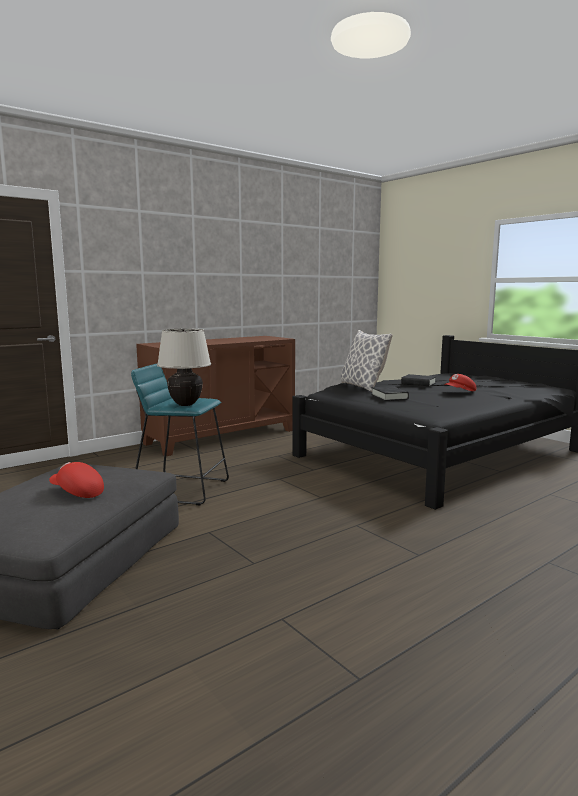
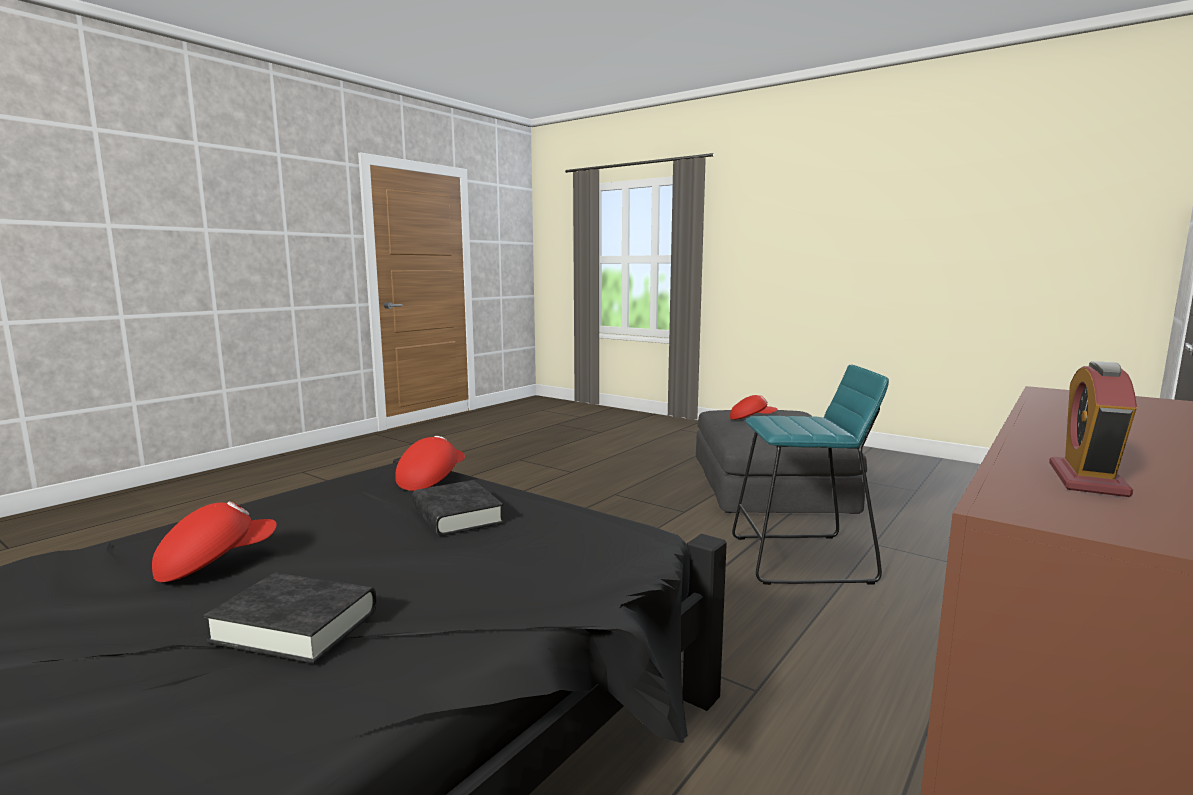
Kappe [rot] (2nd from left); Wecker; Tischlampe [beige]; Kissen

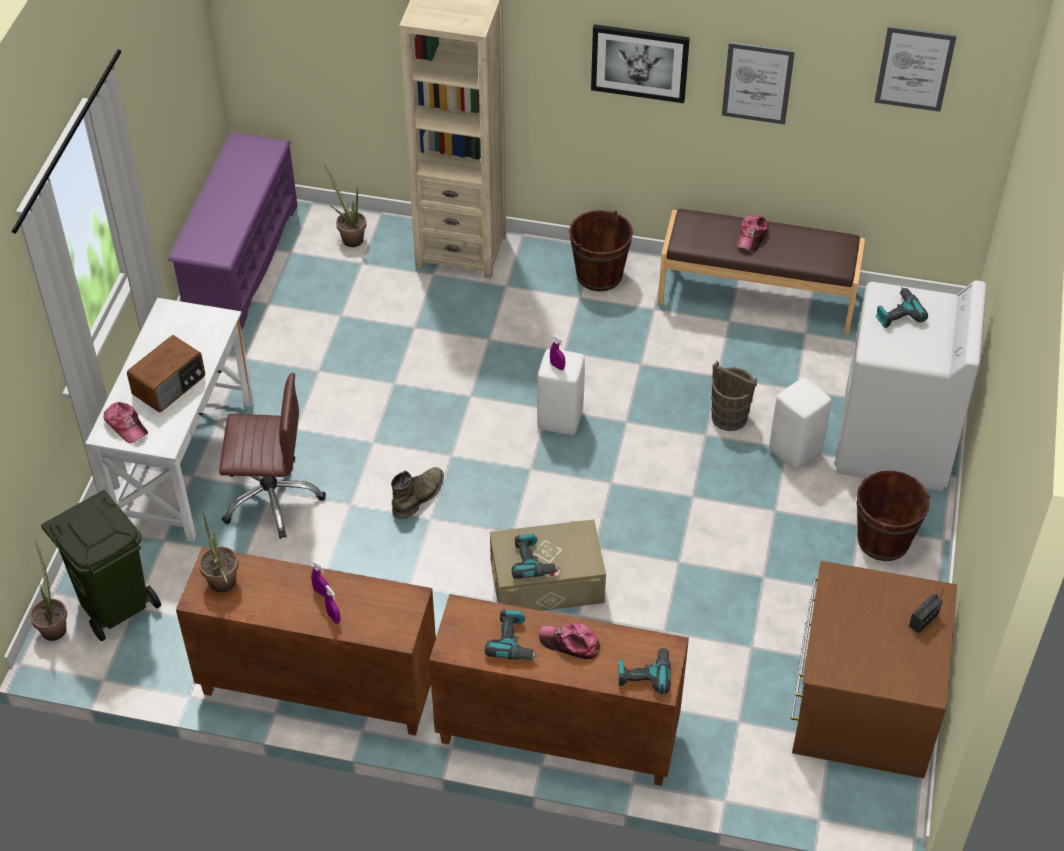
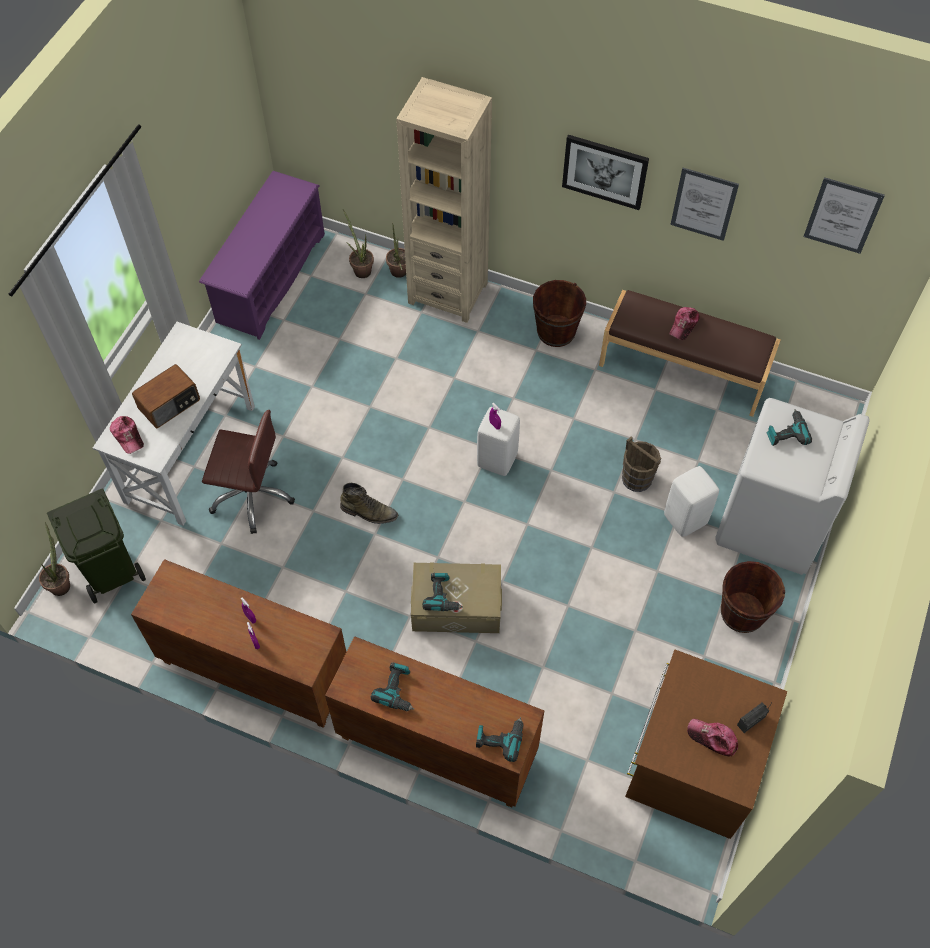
Stiefel [grün]; Topfpflanze (3rd from left); Kappe (3rd from left)

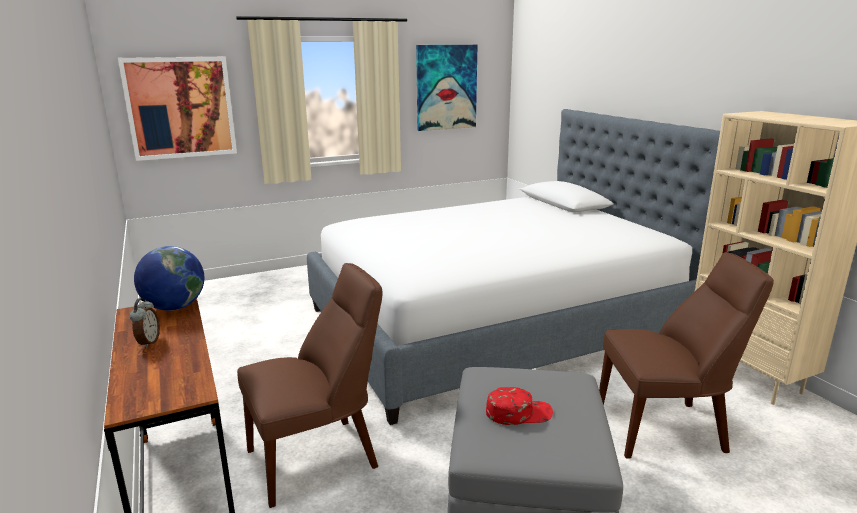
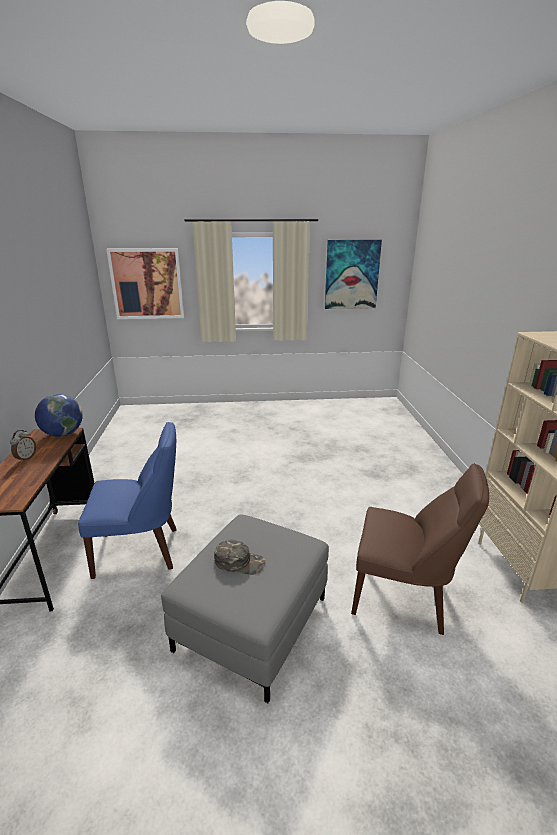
Stuhl [blau]; Kappe [grün]; Bett

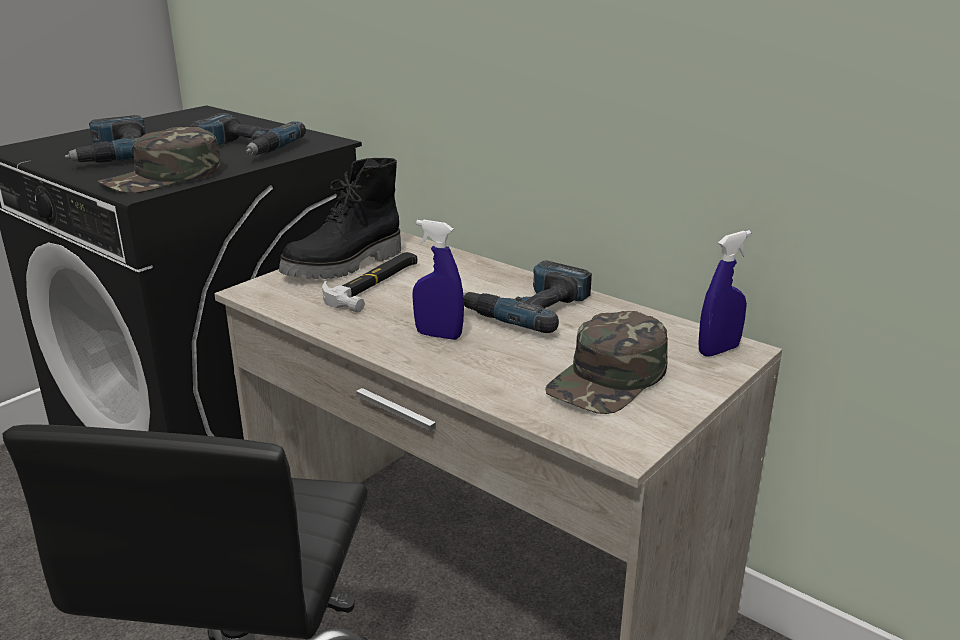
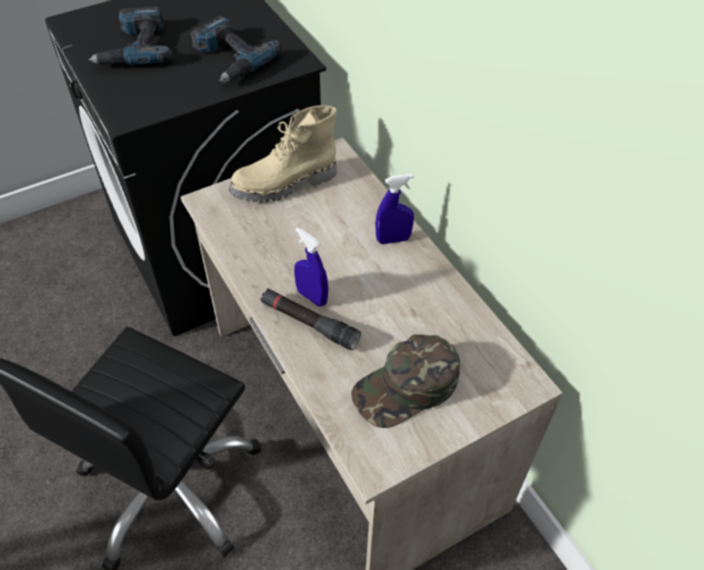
Stiefel [beige]; Taschenlampe [schwarz]; Sprühflasche [blau] (2nd from left); Kappe [grün] (1st from left in the first image); Hammer; Bohrmaschine (3rd from left in the first image)

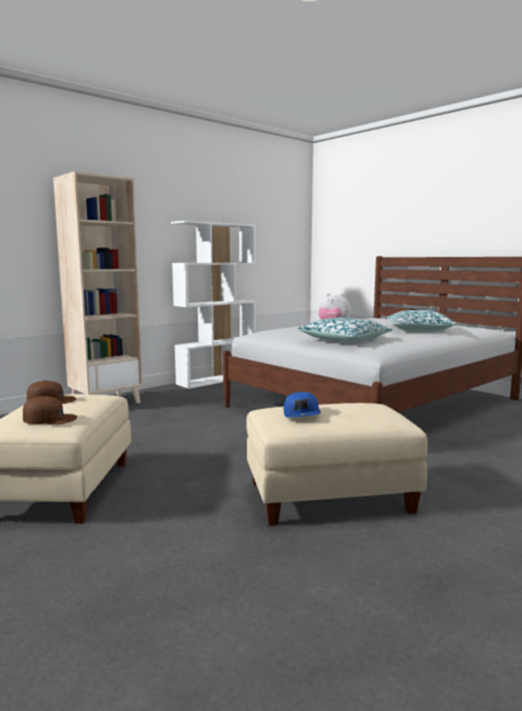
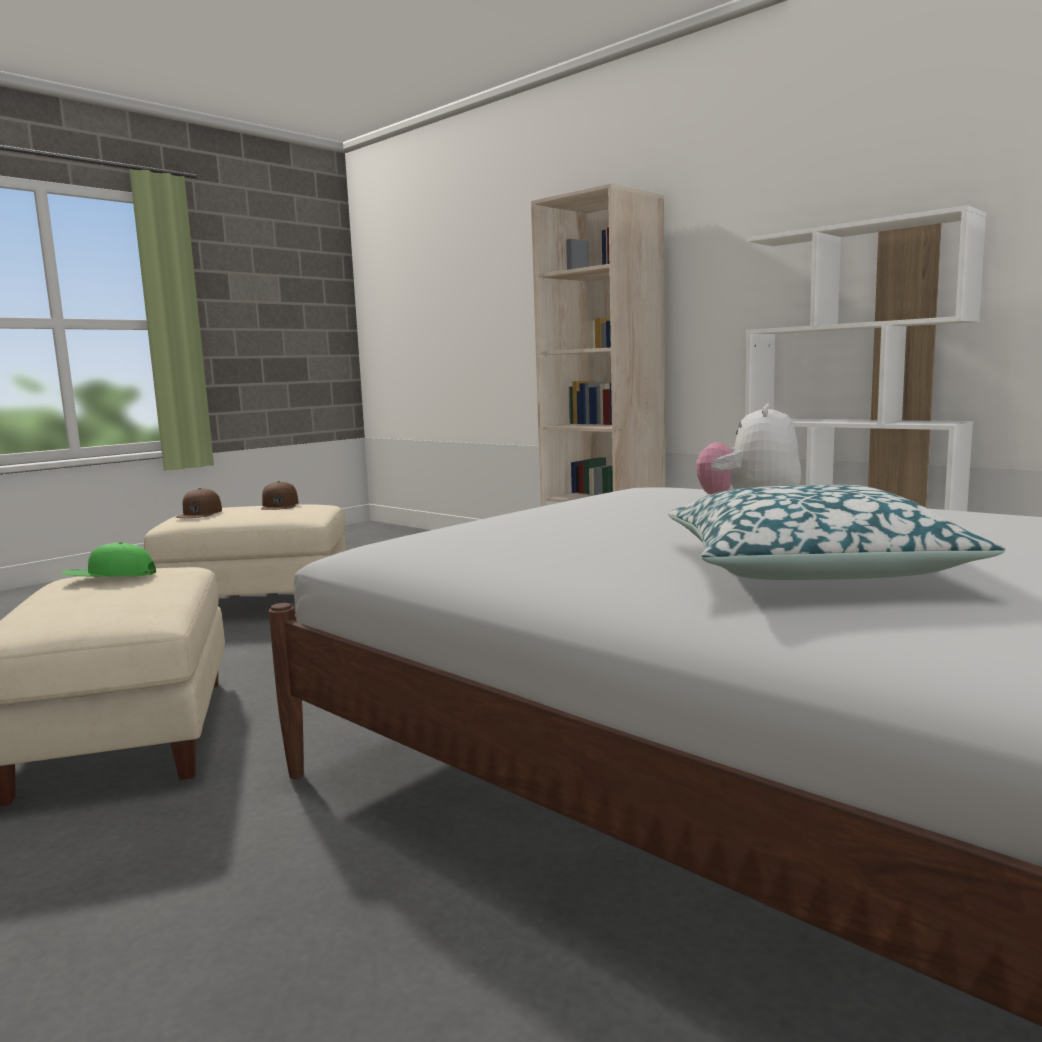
Kappe [grün]; Kissen (1st from left in the first image)

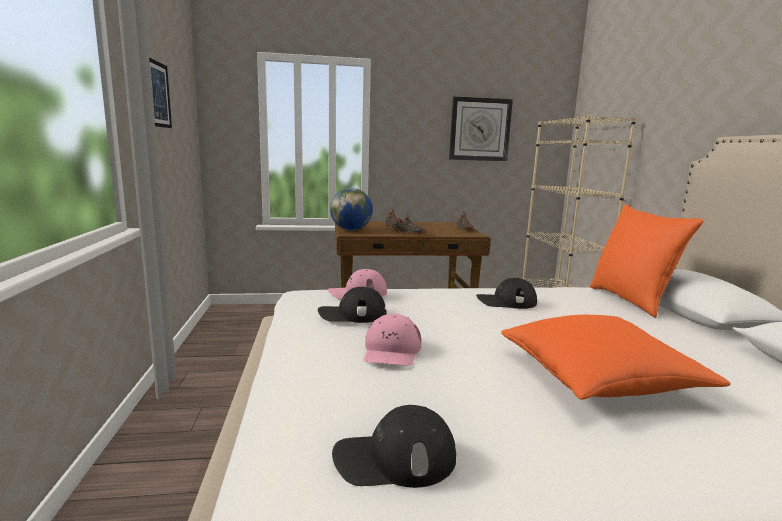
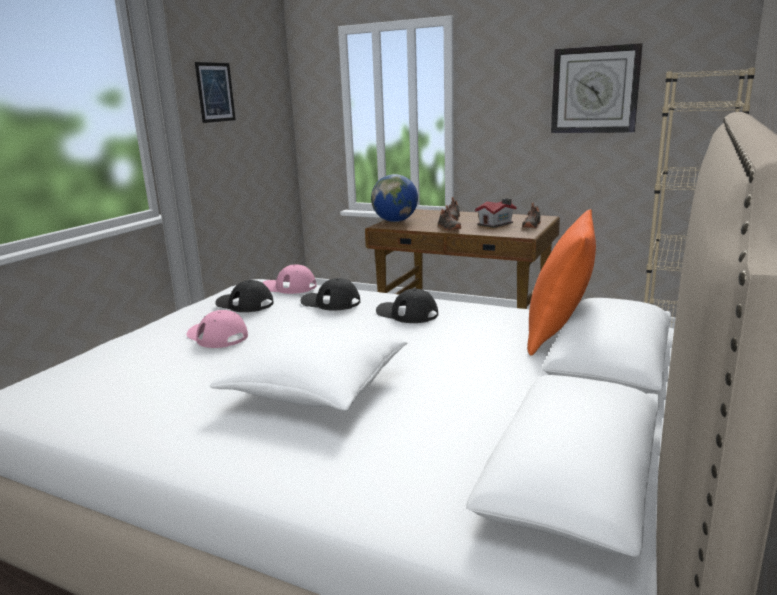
Kappe [rosa] (1st from left); Kissen [weiß]; Kappe [schwarz] (2nd from left); Spielzeughaus

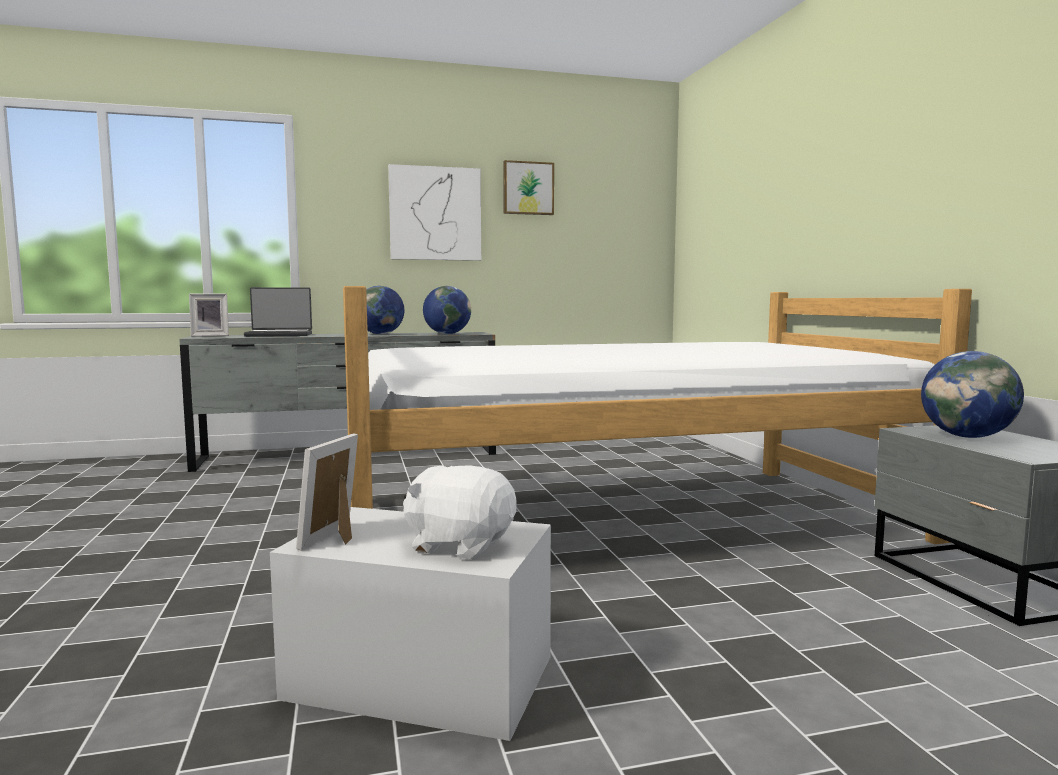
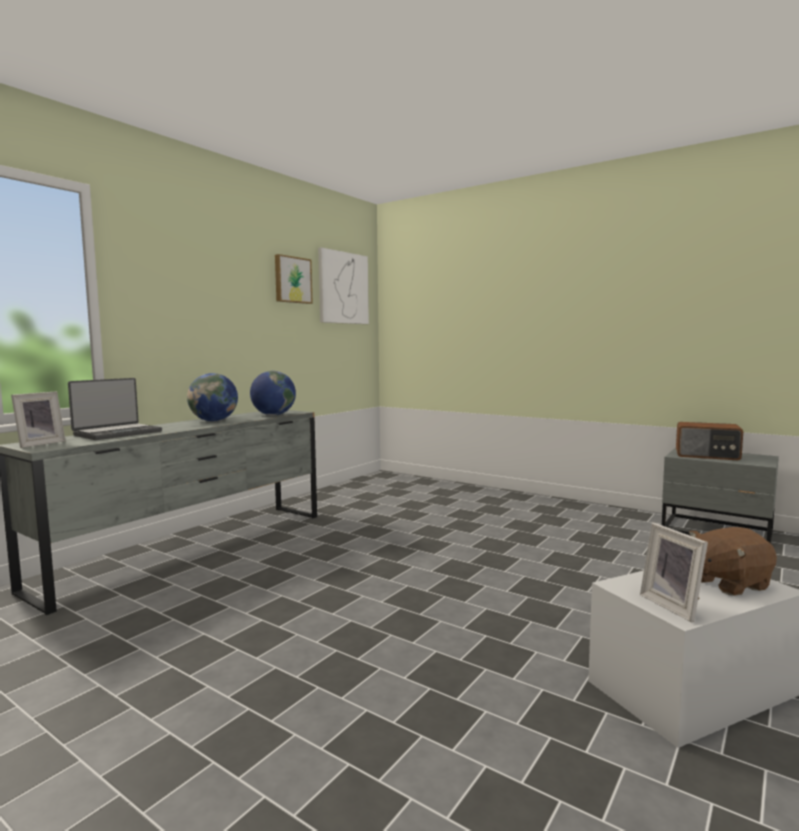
Bild (2nd from left); Radio; Plüschtier [braun]; Bett

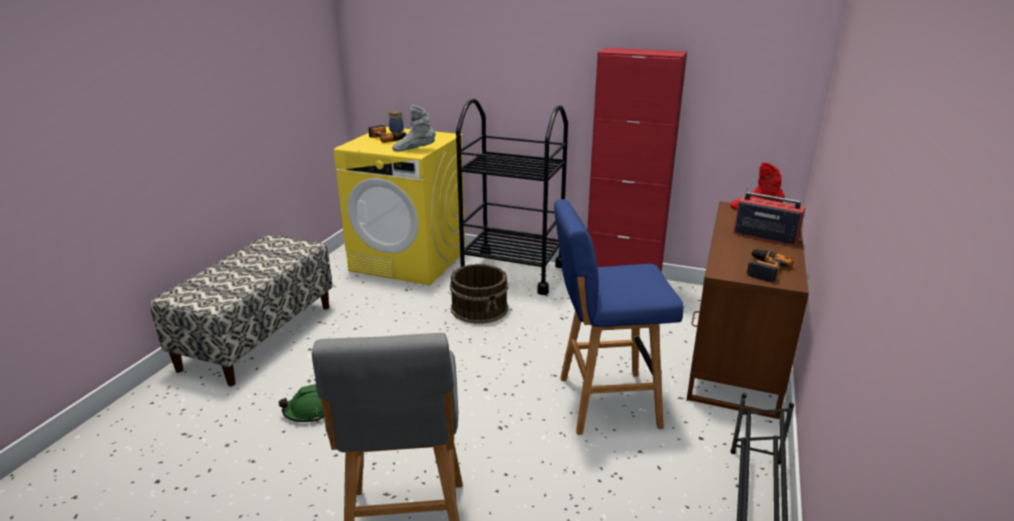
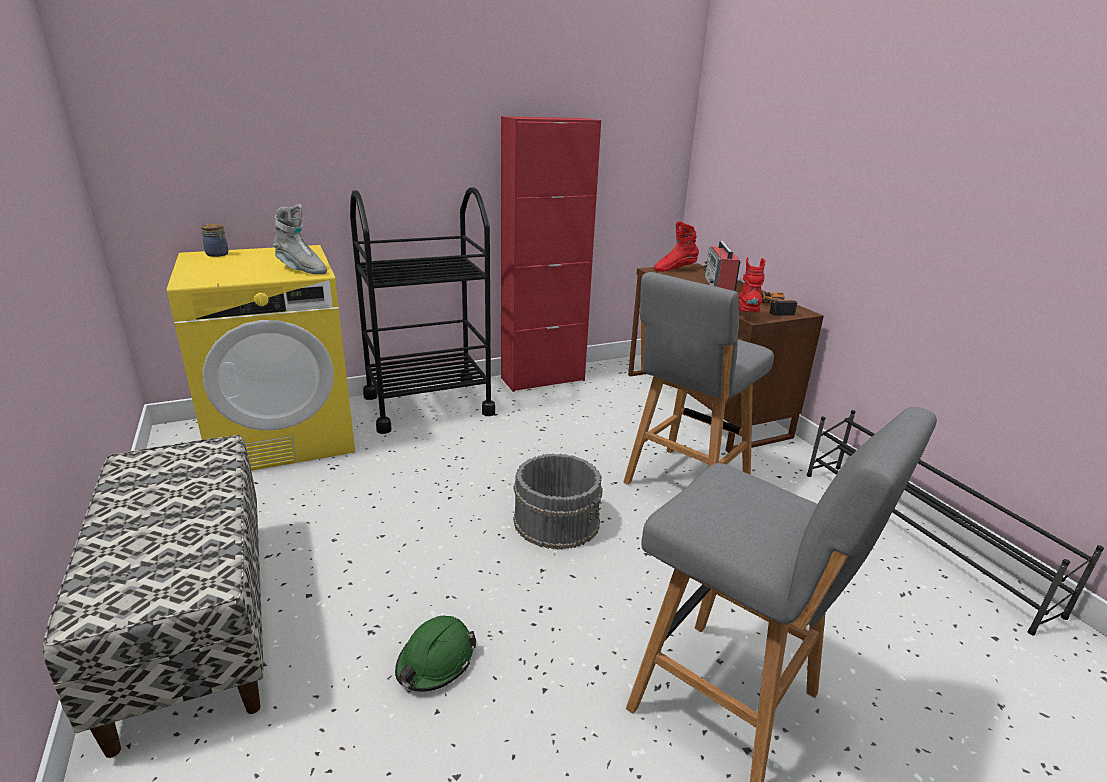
Stiefel [grau]; Eimer [grau]; Hocker [grau] (1st from left); Radio; Stiefel [rot] (2nd from left); Bohrmaschine (1st from left in the first image); Eimer [braun]

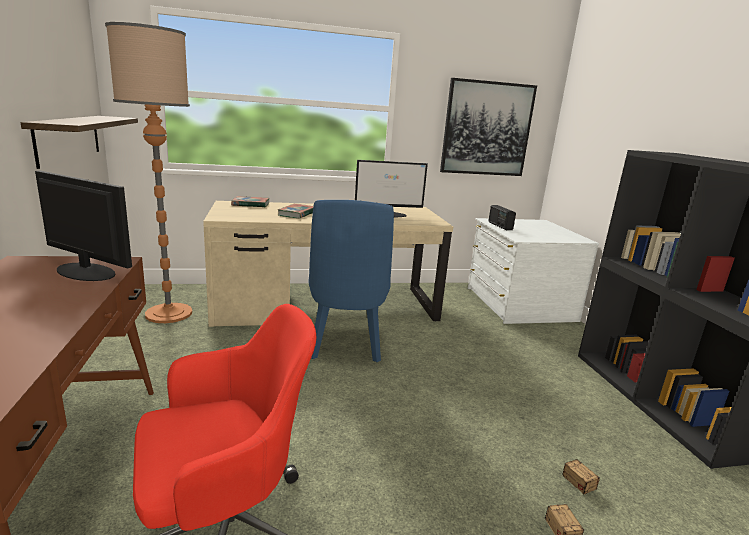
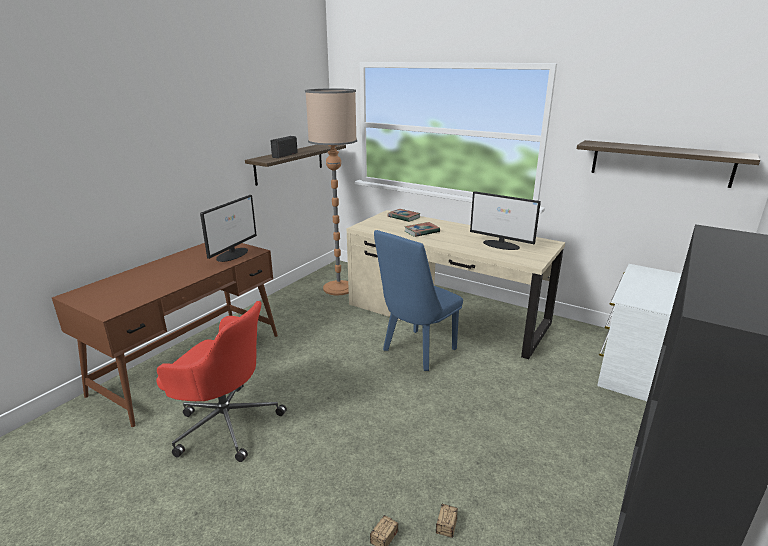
Monitor (1st from left); Radio; Wandregal (2nd from left)

